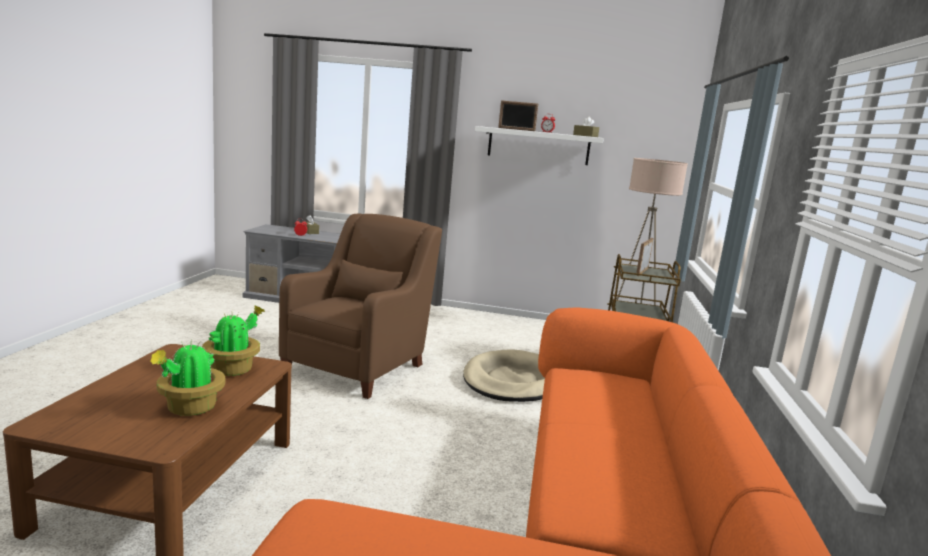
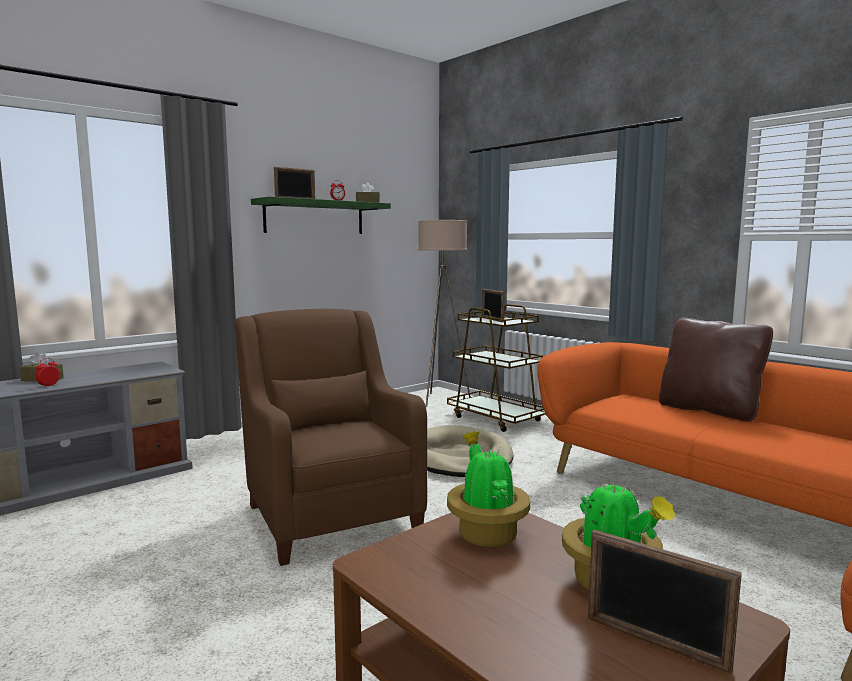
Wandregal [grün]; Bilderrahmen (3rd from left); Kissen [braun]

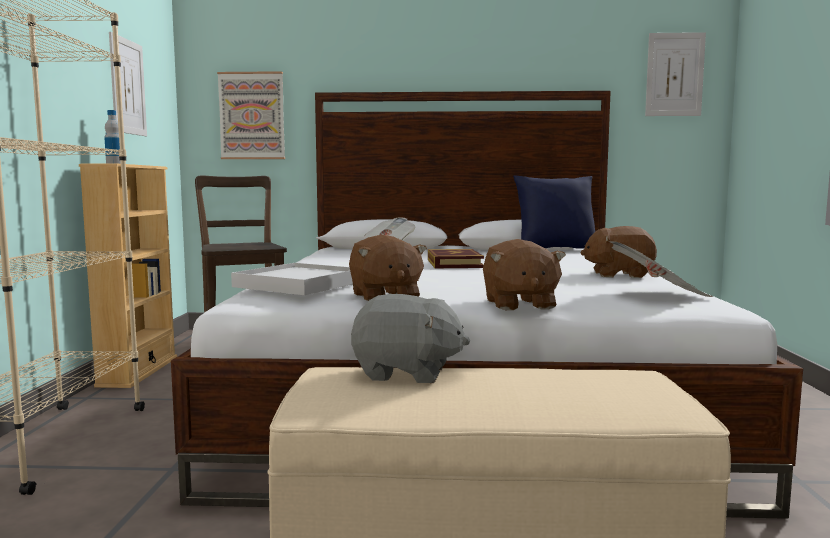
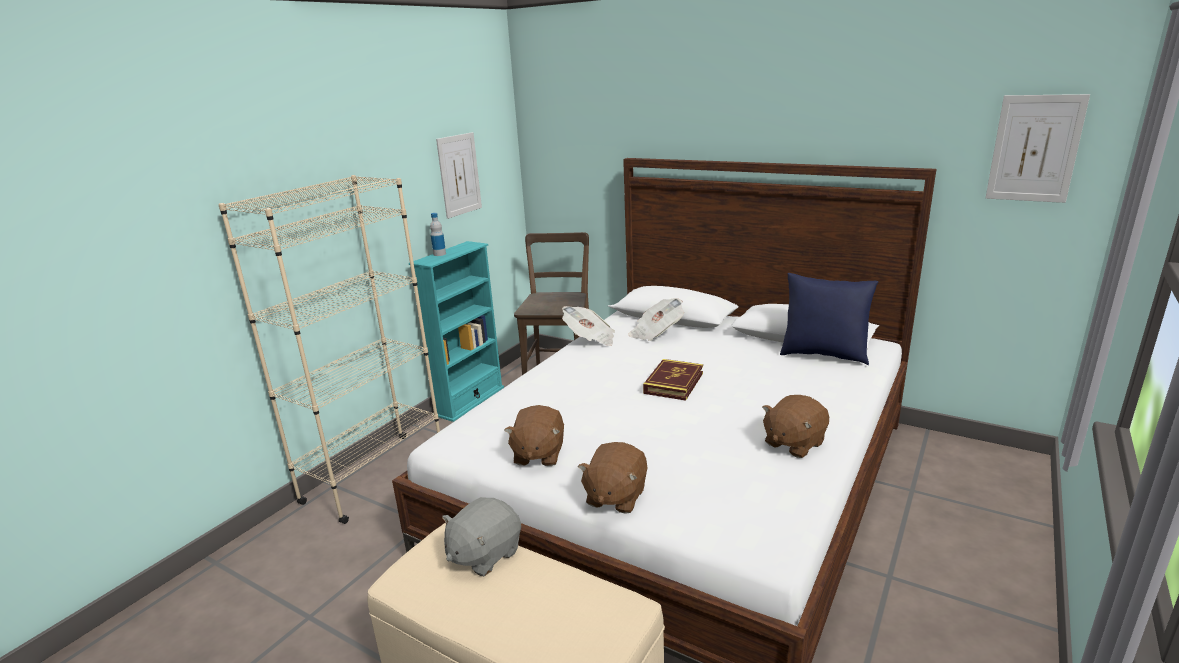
Bücherregal [türkis]; Plüschtier [grau]; Zeitung (1st from left); Plüschtier [braun] (3rd from left); Bild (2nd from left in the first image); Tablett [weiß]

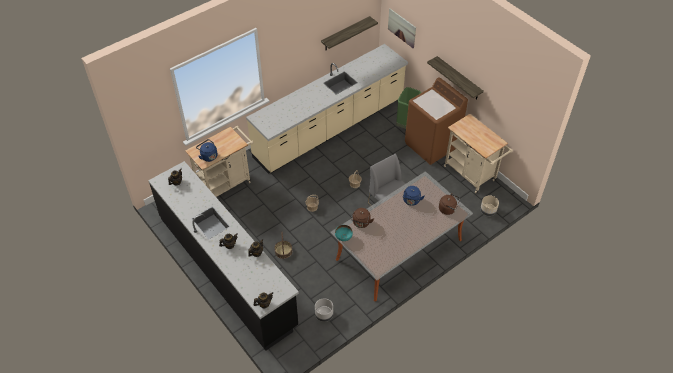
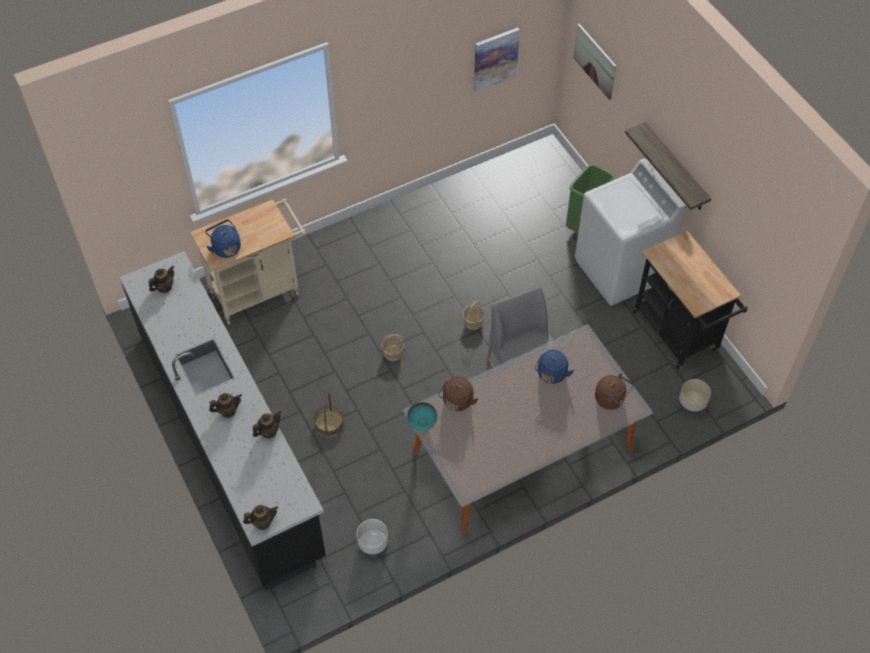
Bild (1st from left); Waschmaschine [weiß]; Rollwagen [schwarz]; Küchenzeile [beige]

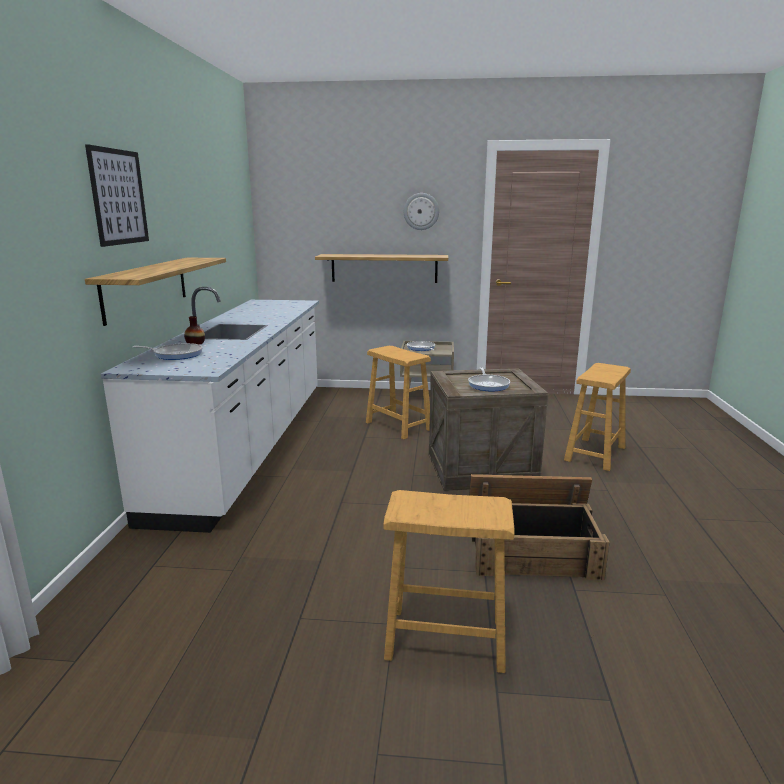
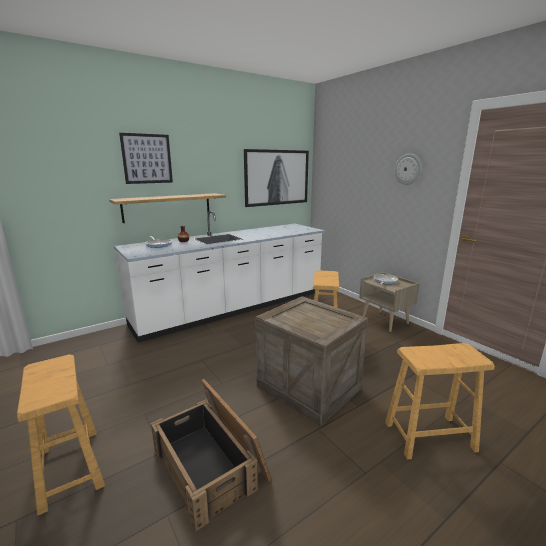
Bild (2nd from left); Wandregal (2nd from left in the first image); Pfanne (3rd from left in the first image)

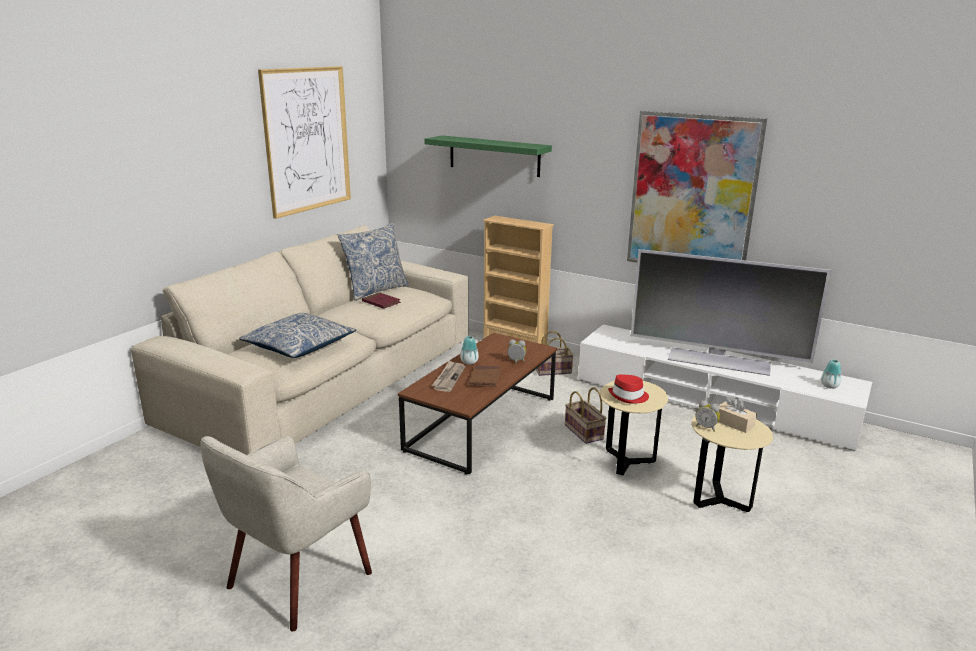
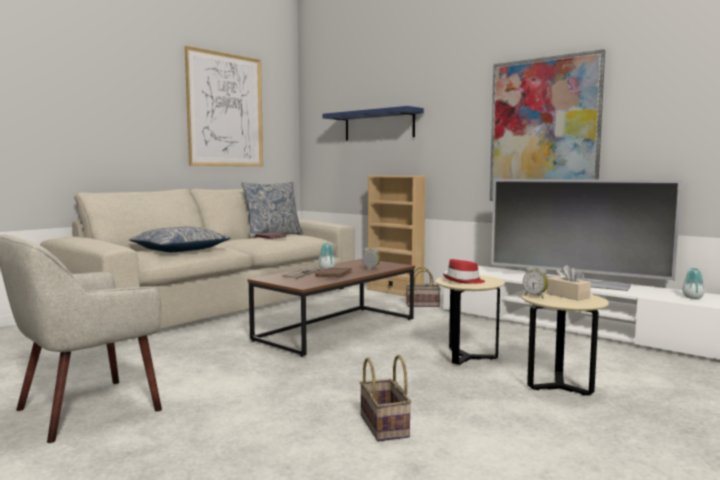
Wandregal [blau]; Korb (1st from left)

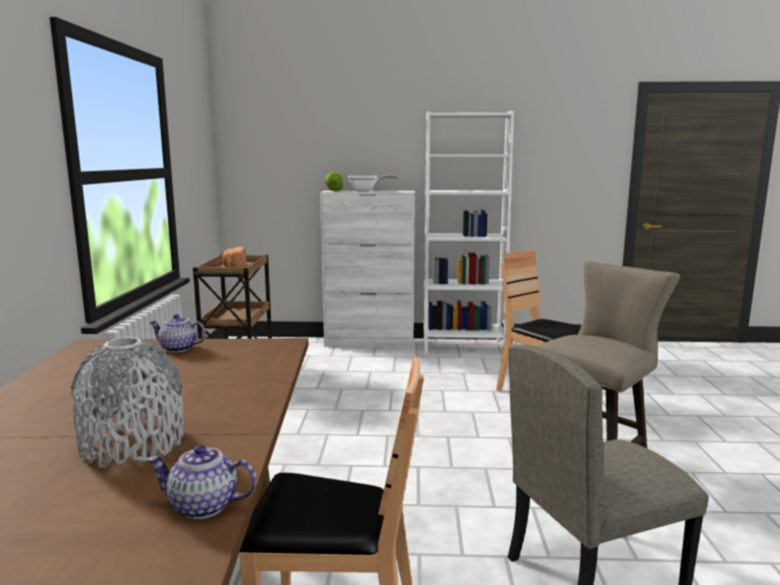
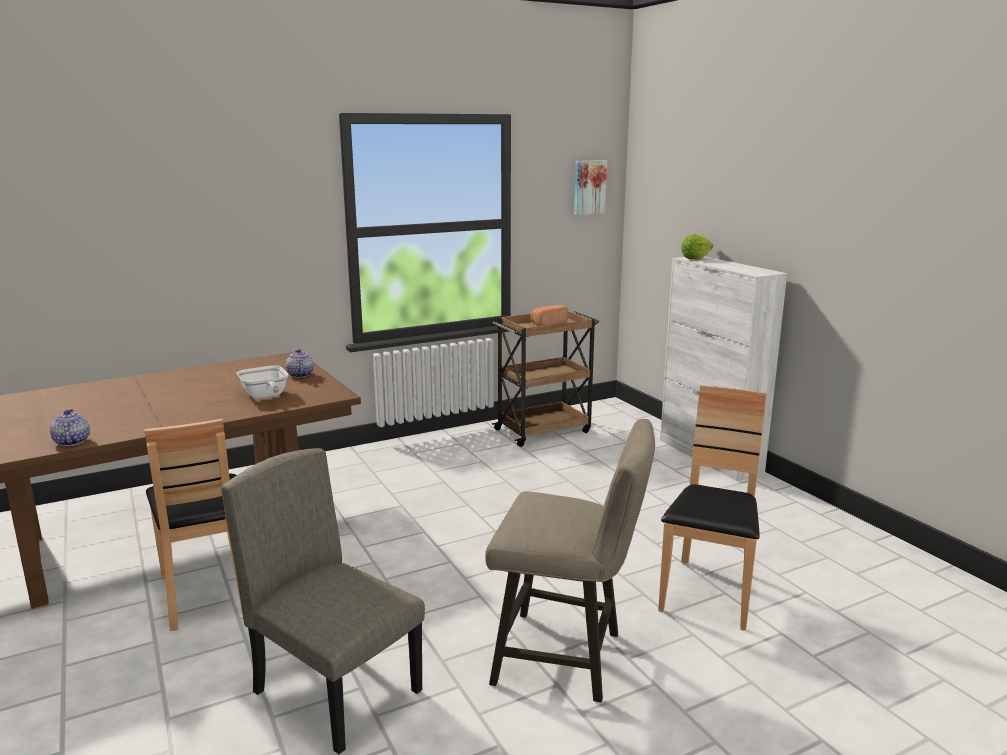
Pfanne; Bild; Vase [grau]; Bücherregal [weiß]

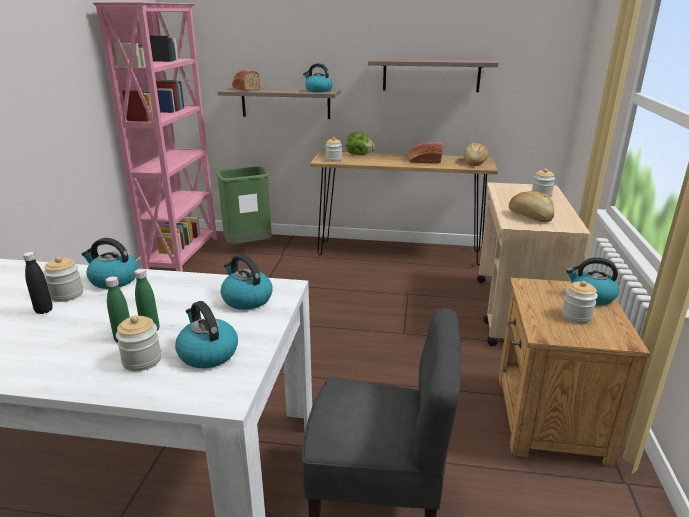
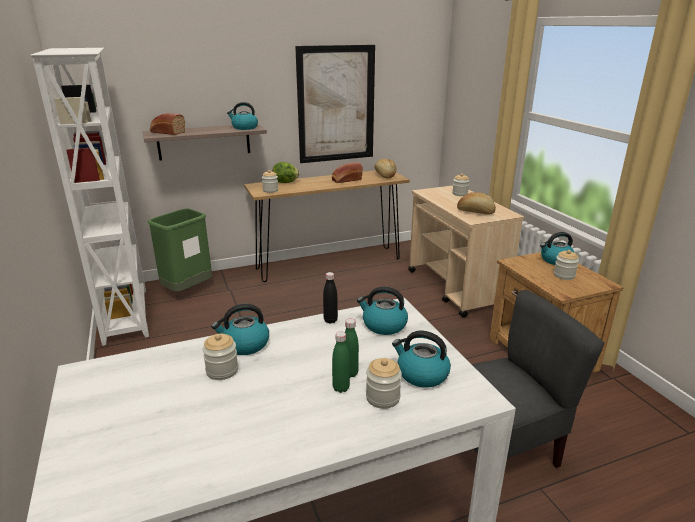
Bücherregal [weiß]; Bild; Flasche [schwarz]

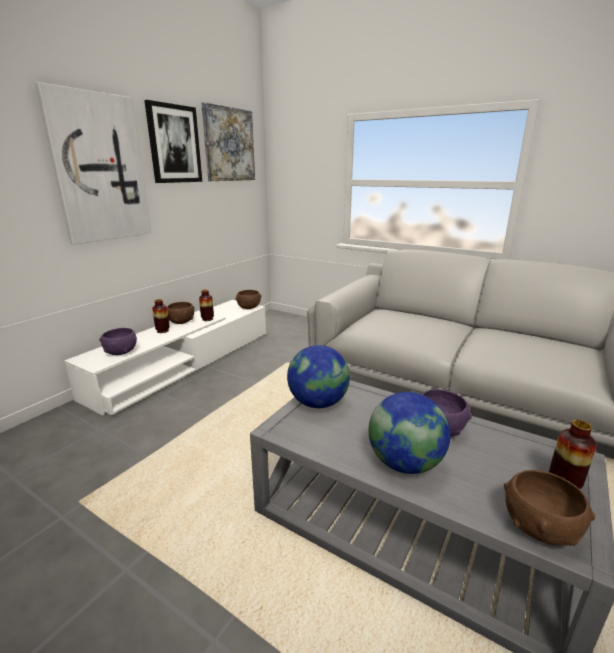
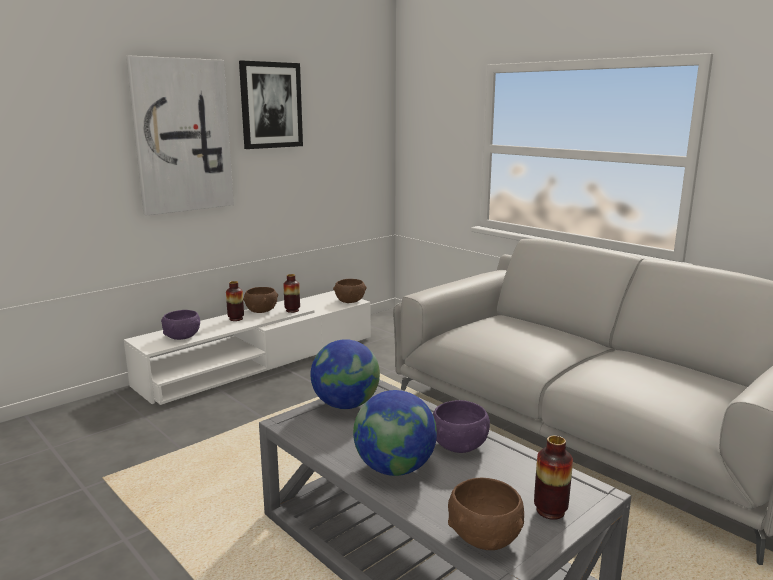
Bild (3rd from left in the first image)

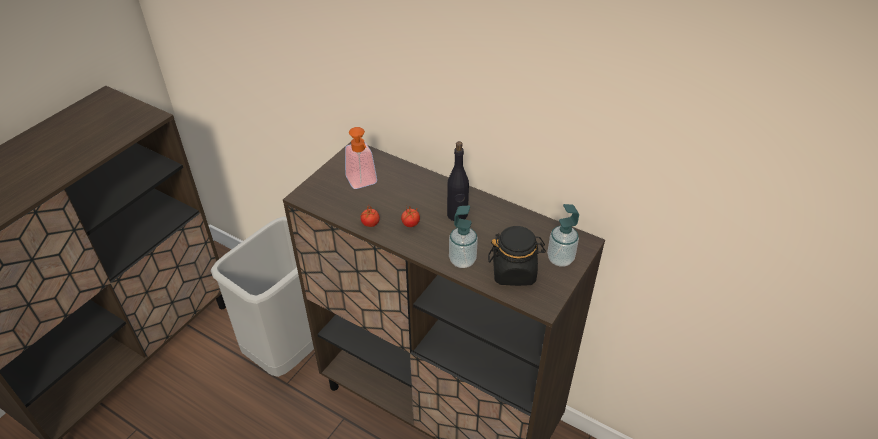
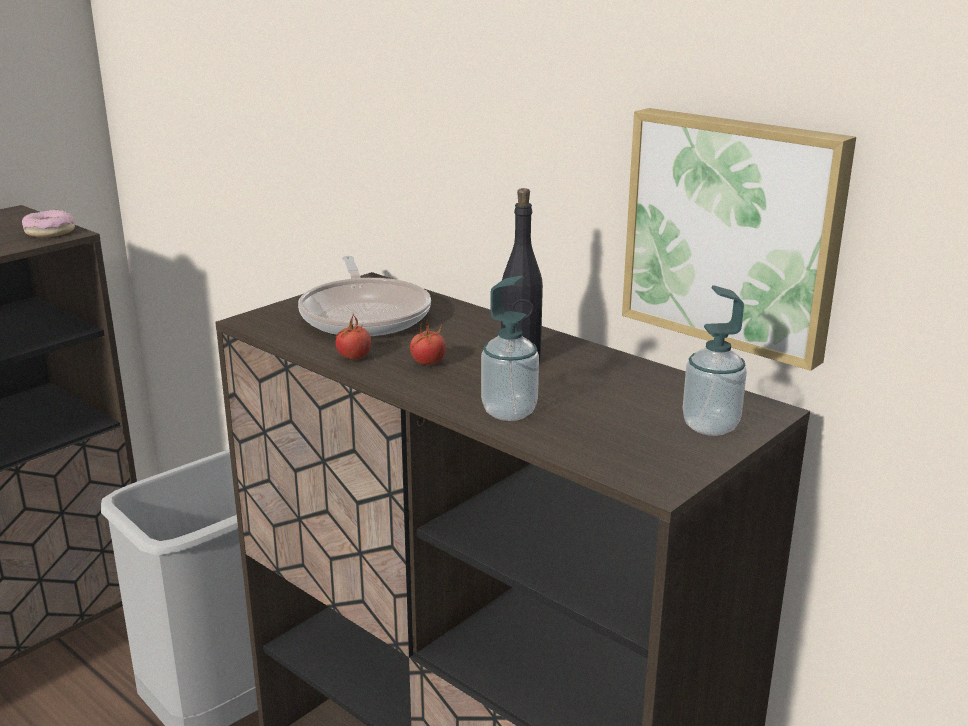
Donut; Pfanne; Bild; Vorratsglas [schwarz]

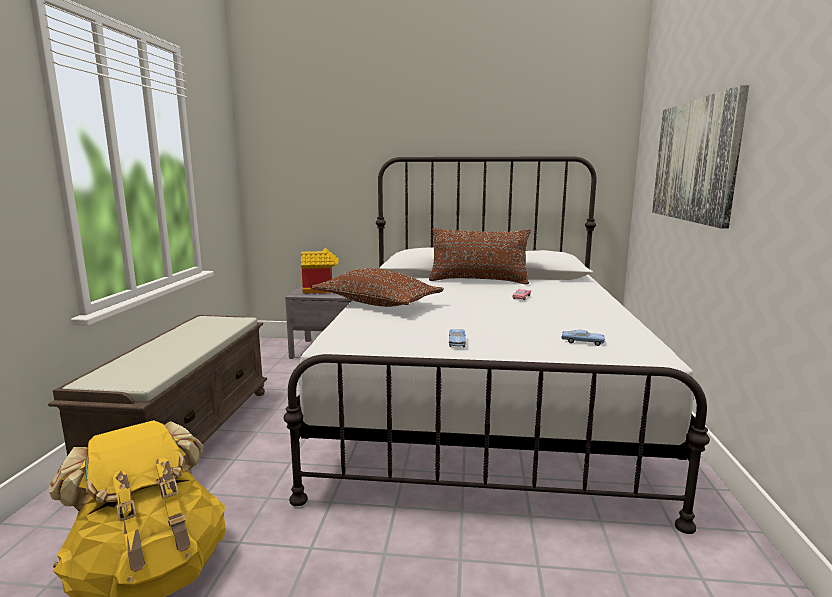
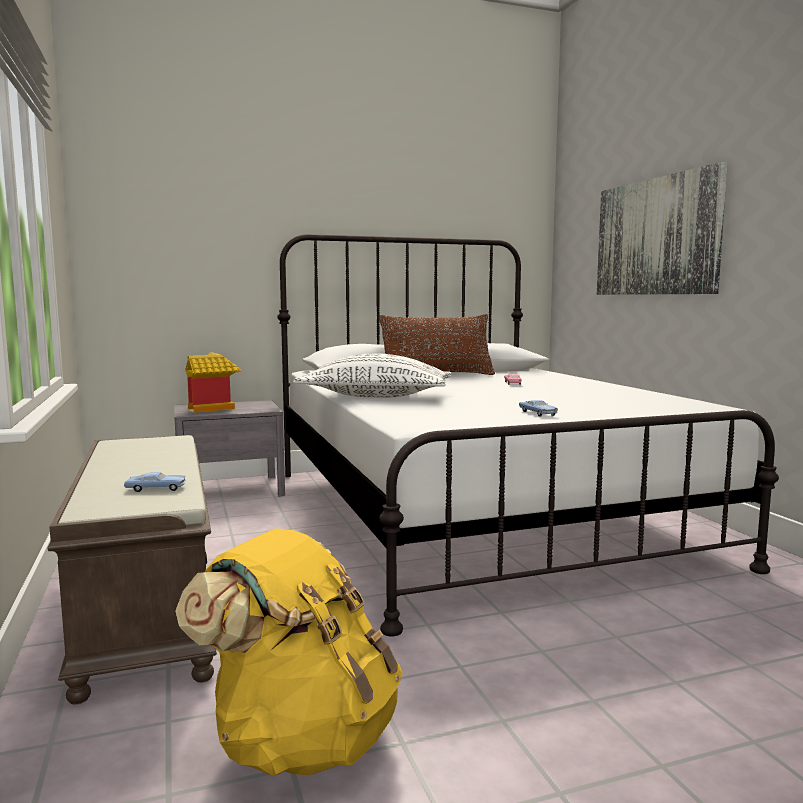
Spielzeugauto [blau] (1st from left); Kissen [weiß]

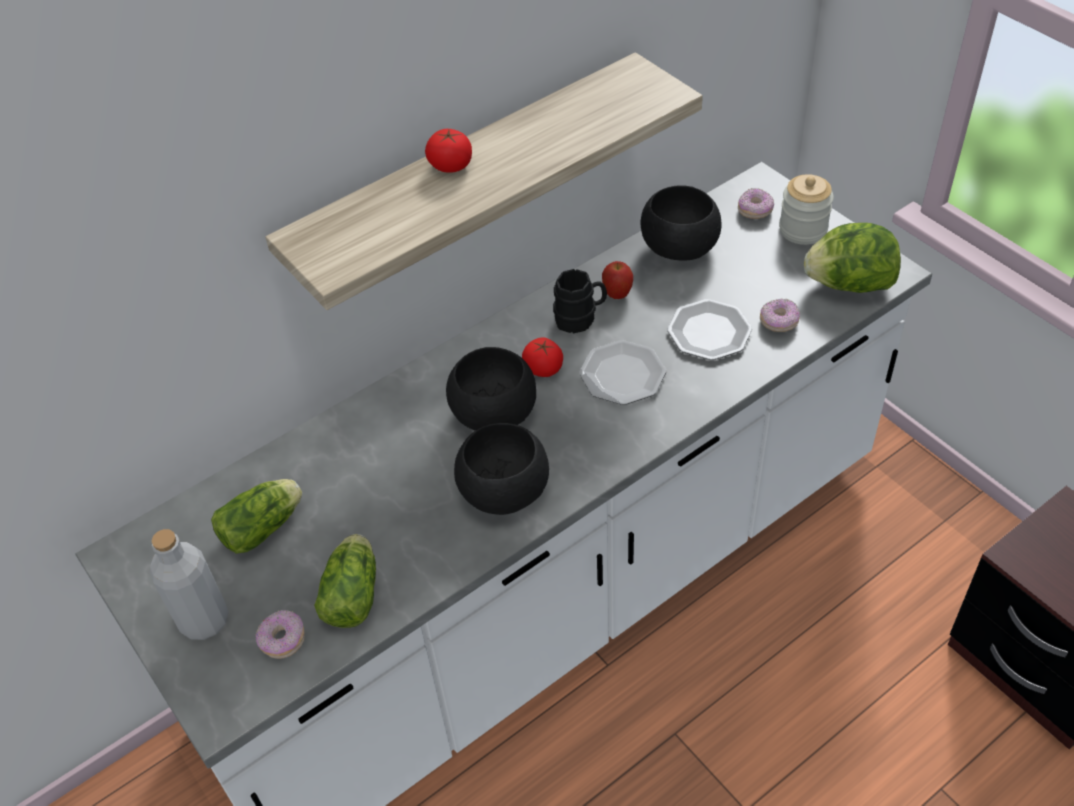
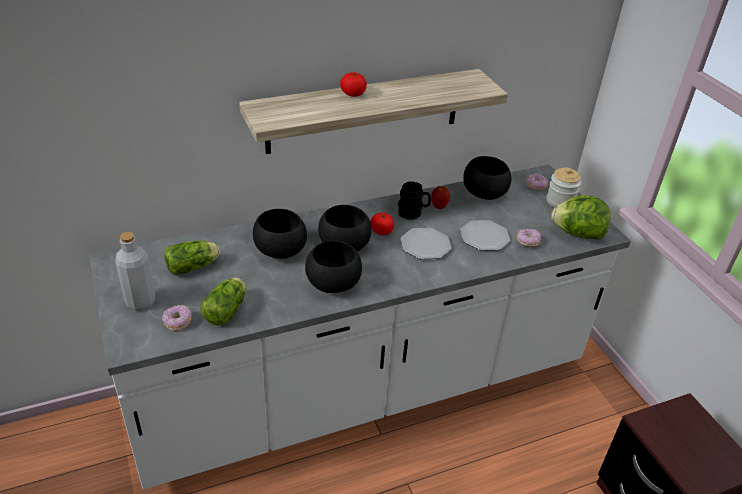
Schüssel [schwarz] (1st from left)

